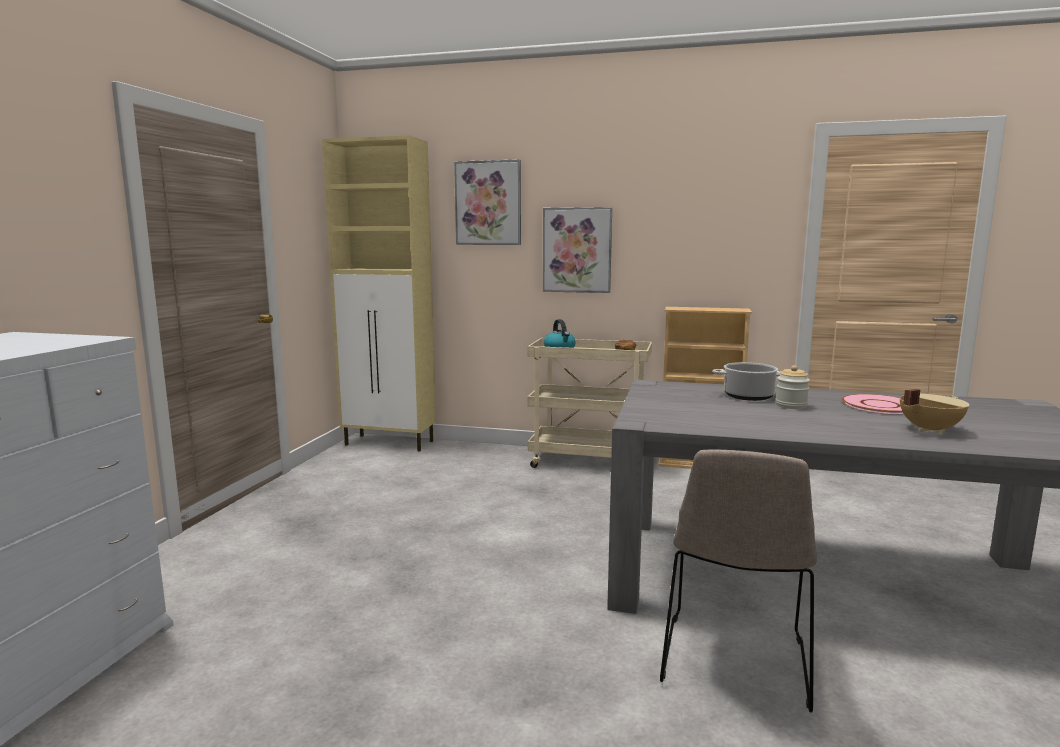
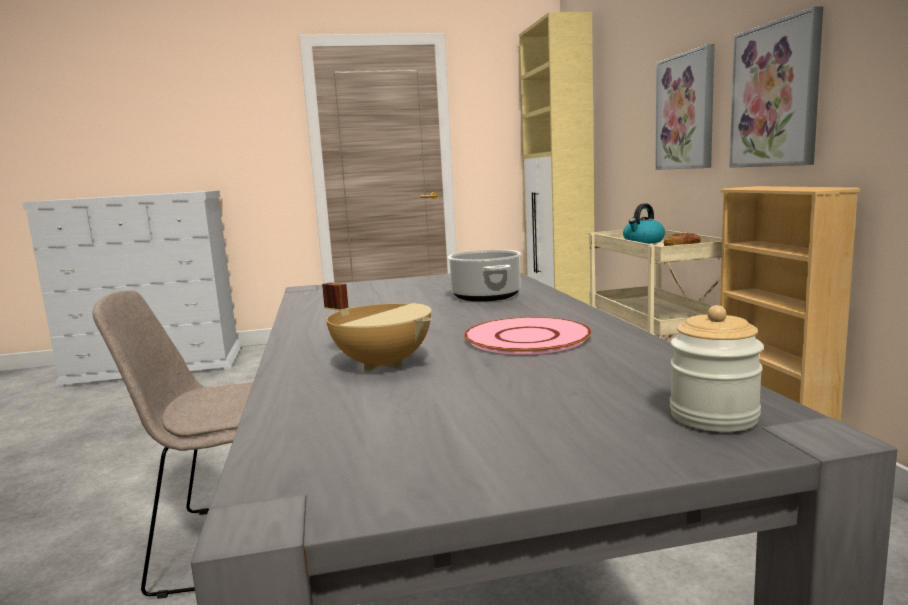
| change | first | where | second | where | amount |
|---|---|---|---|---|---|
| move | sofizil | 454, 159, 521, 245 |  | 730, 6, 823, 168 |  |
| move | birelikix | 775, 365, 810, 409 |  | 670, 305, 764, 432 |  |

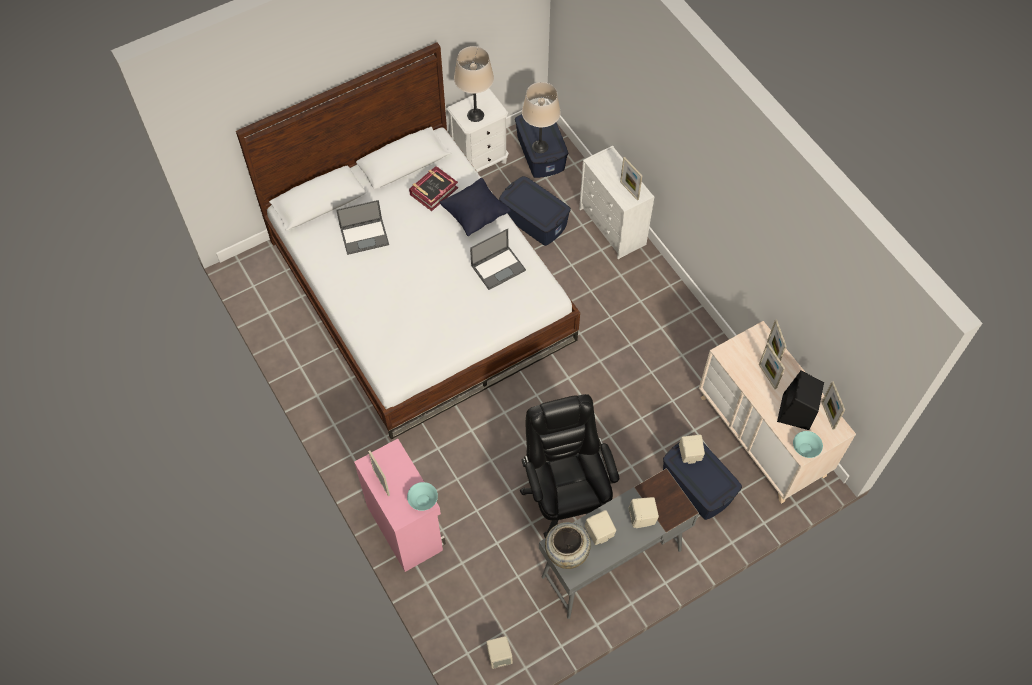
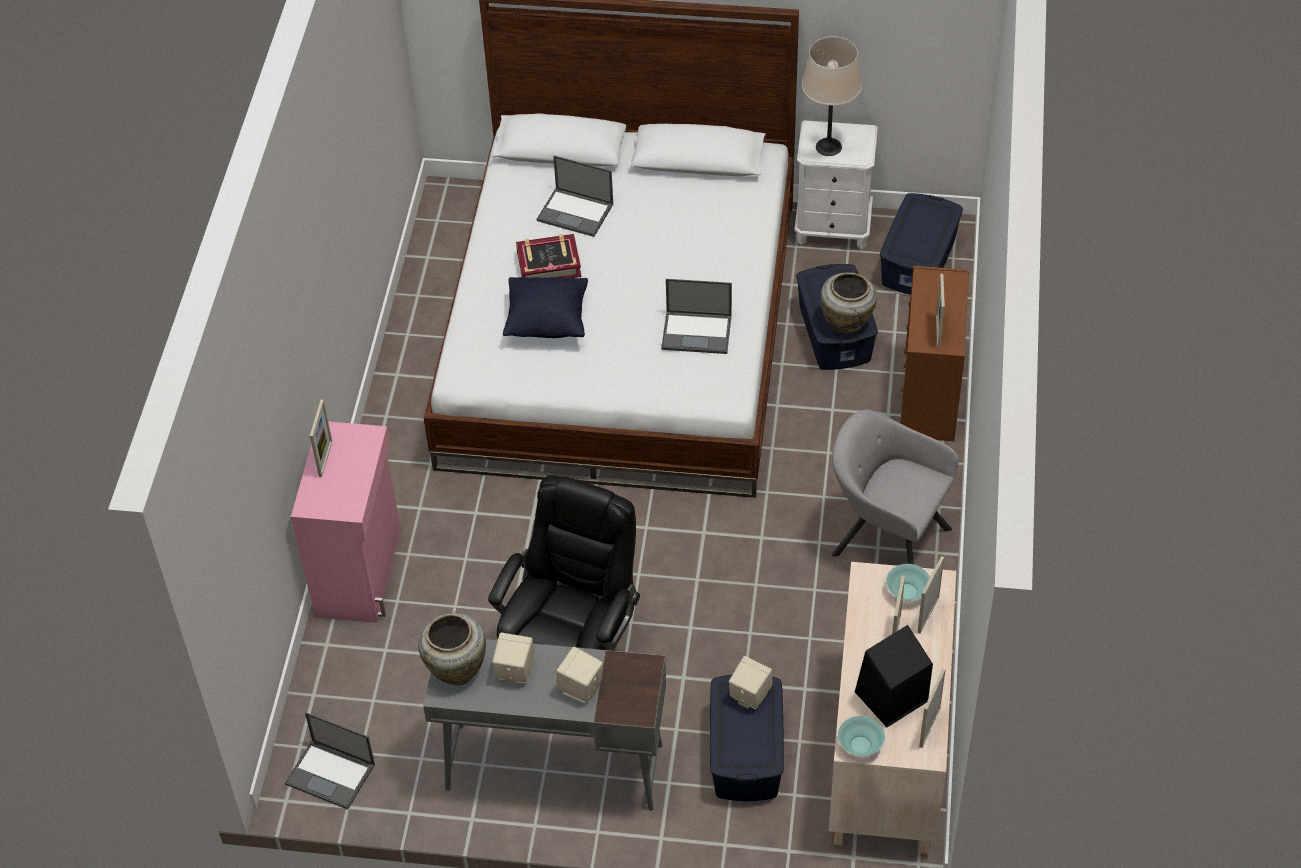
| change | first | where | second | where | amount |
|---|---|---|---|---|---|
| delete | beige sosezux | 522, 82, 561, 153 |  |  |  |
| recolor | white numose | 579, 146, 655, 259 | brown numose | 900, 266, 969, 441 |  |
| move | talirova | 409, 166, 458, 211 |  | 516, 234, 581, 278 |  |
| move | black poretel | 440, 178, 511, 236 |  | 503, 277, 588, 338 |  |
| move | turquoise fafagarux | 407, 482, 438, 511 |  | 886, 564, 930, 600 |  |
| replace | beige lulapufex | 486, 636, 513, 669 | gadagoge | 285, 712, 375, 809 |  |
| insert |  |  | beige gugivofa | 820, 272, 877, 333 |  |
| insert |  |  | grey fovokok | 831, 410, 959, 564 |  |

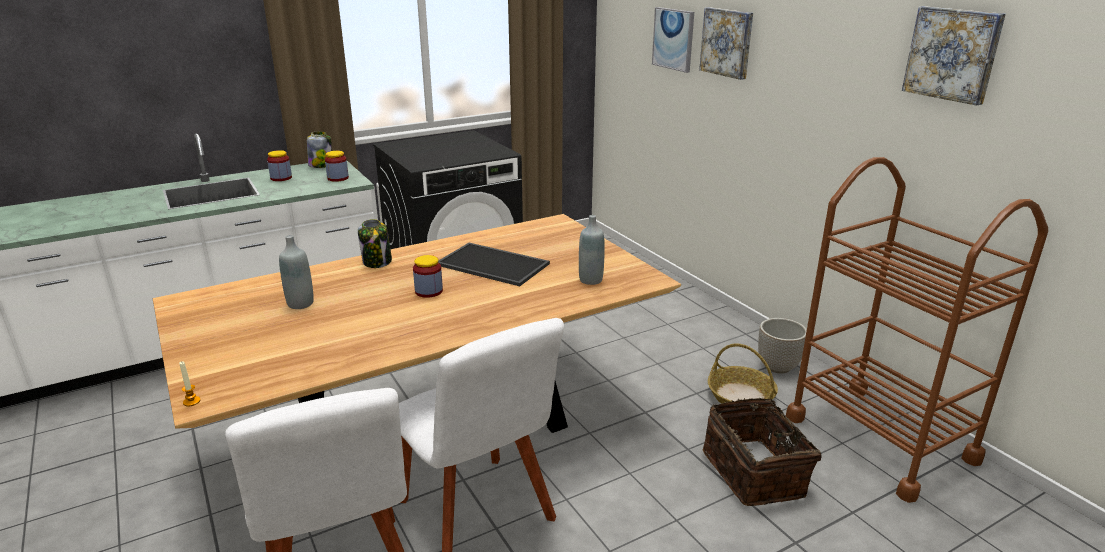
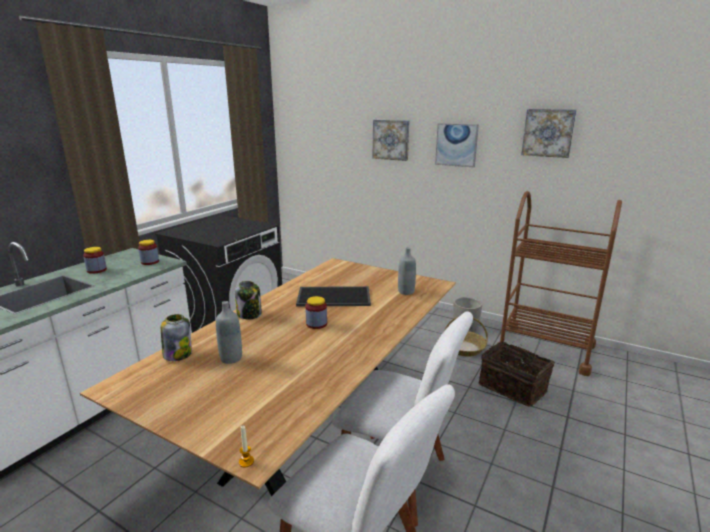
| change | first | where | second | where | amount |
|---|---|---|---|---|---|
| move | sofizil | 652, 7, 694, 73 |  | 435, 123, 479, 167 |  |
| move | birelikix | 307, 132, 332, 168 |  | 161, 314, 192, 361 |  |

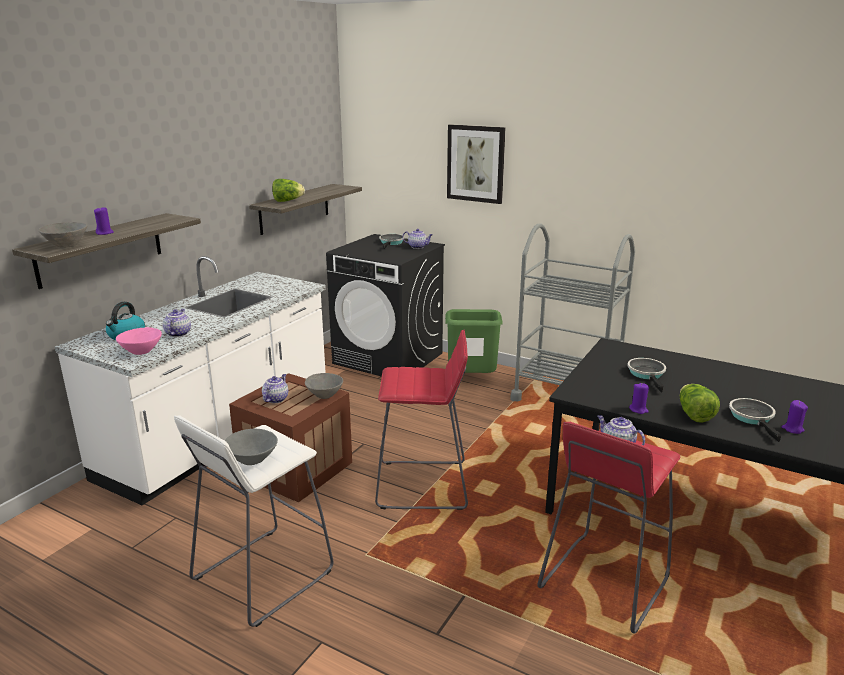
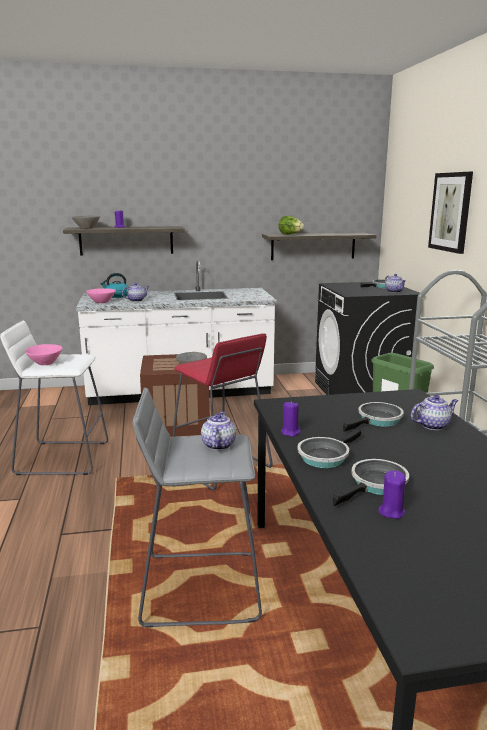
| change | first | where | second | where | amount |
|---|---|---|---|---|---|
| move | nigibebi | 262, 374, 288, 403 |  | 411, 395, 458, 430 |  |
| replace | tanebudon | 680, 384, 720, 423 | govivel | 297, 428, 362, 468 |  |
| recolor | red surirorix | 537, 422, 680, 634 | grey surirorix | 133, 387, 262, 628 |  |
| recolor | grey fafagarux | 225, 429, 278, 465 | pink fafagarux | 25, 344, 62, 365 |  |

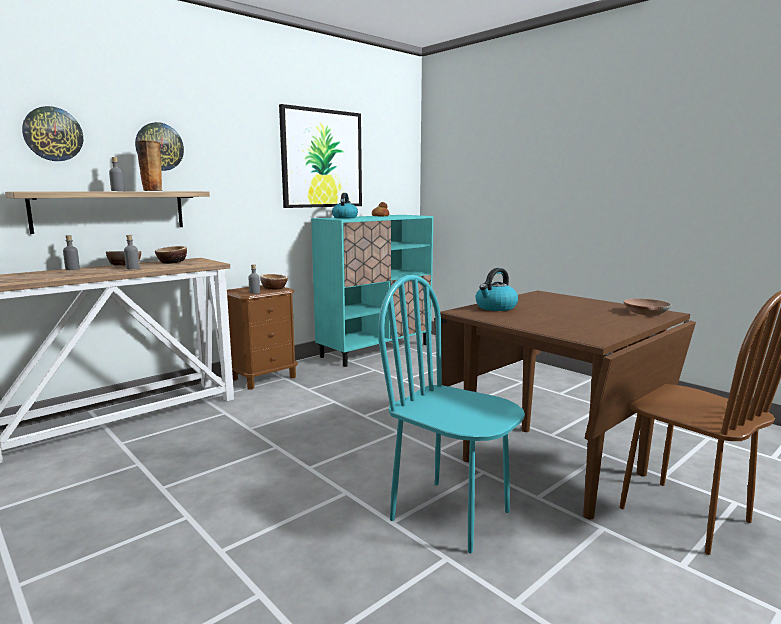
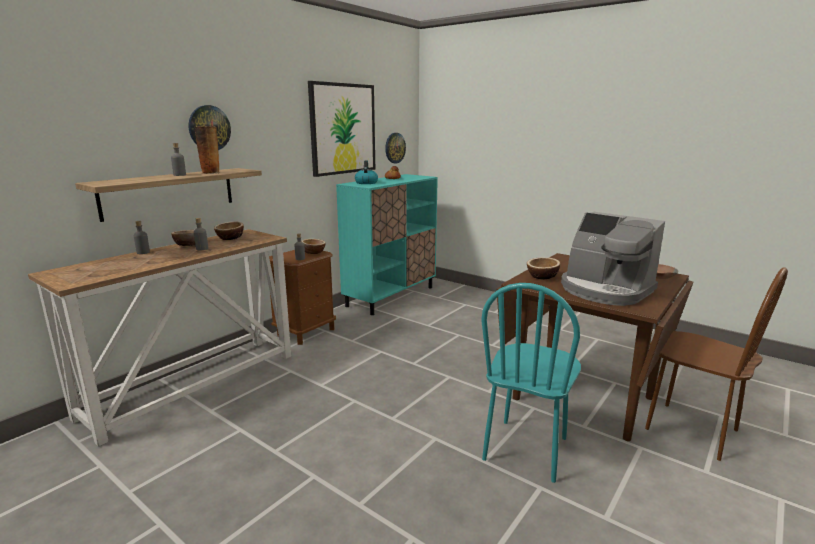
| change | first | where | second | where | amount |
|---|---|---|---|---|---|
| move | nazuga | 22, 106, 83, 161 |  | 385, 133, 406, 164 |  |
| replace | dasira | 476, 268, 518, 311 | fafagarux | 527, 257, 560, 279 |  |
| rotate | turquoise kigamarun | 378, 275, 525, 553 |  | 481, 283, 581, 483 | 90 degrees counterclockwise |
| insert |  |  | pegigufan | 561, 212, 665, 306 |  |

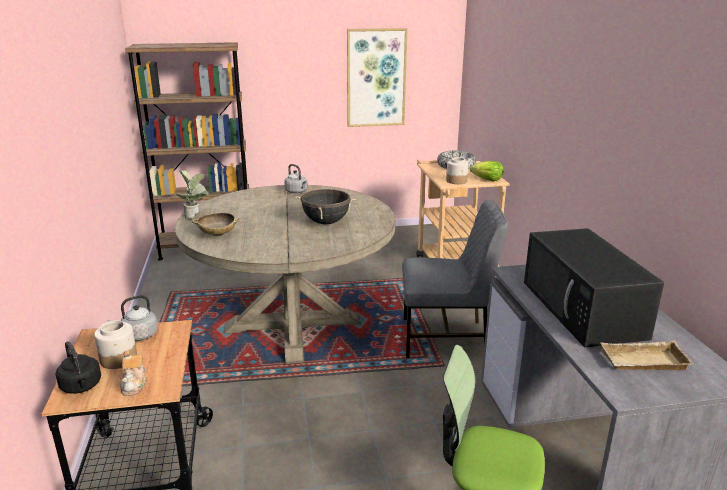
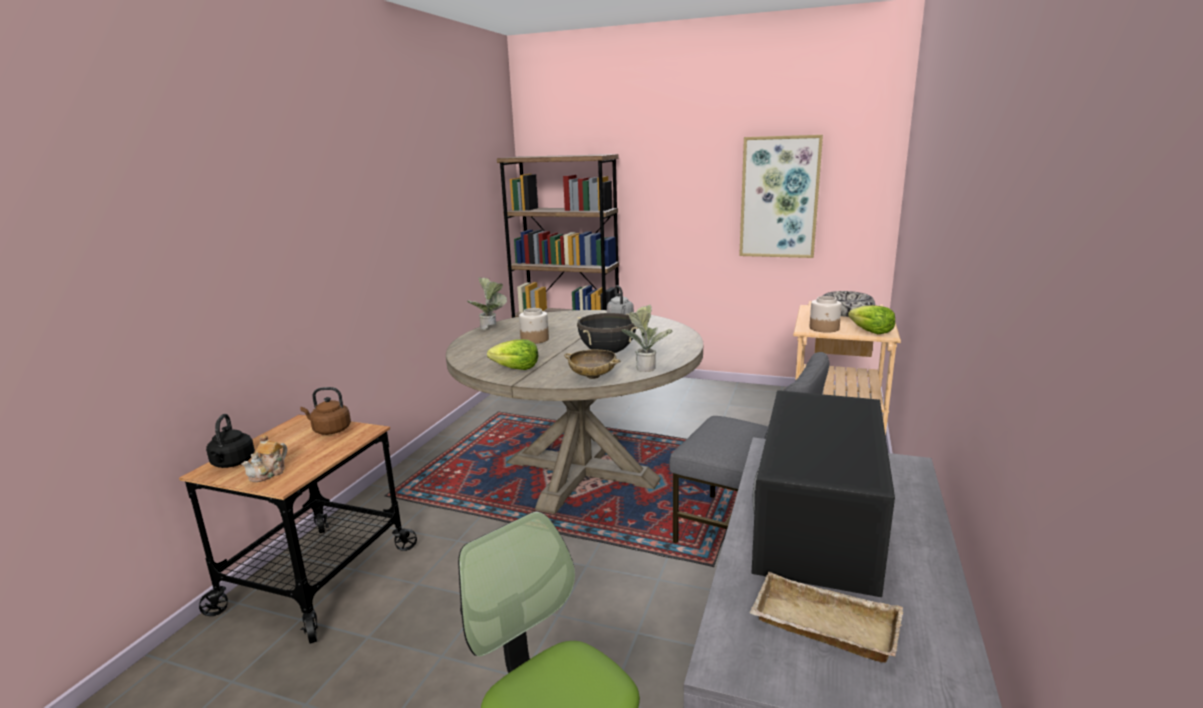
| change | first | where | second | where | amount |
|---|---|---|---|---|---|
| move | beige fafagarux | 192, 213, 240, 236 |  | 564, 350, 620, 379 |  |
| recolor | grey dasira | 107, 295, 158, 341 | brown dasira | 300, 387, 351, 435 |  |
| move | birelikix | 94, 320, 137, 369 |  | 519, 308, 549, 344 |  |
| insert |  |  | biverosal | 621, 305, 673, 372 |  |
| insert |  |  | tanebudon | 487, 339, 538, 370 |  |

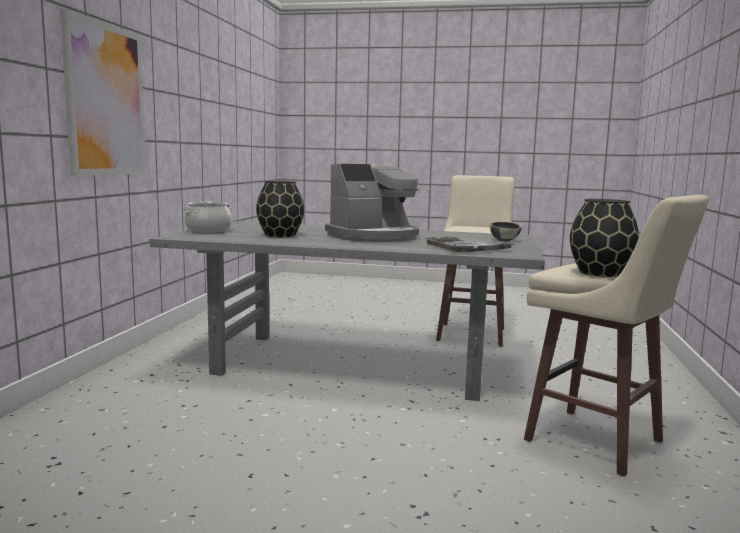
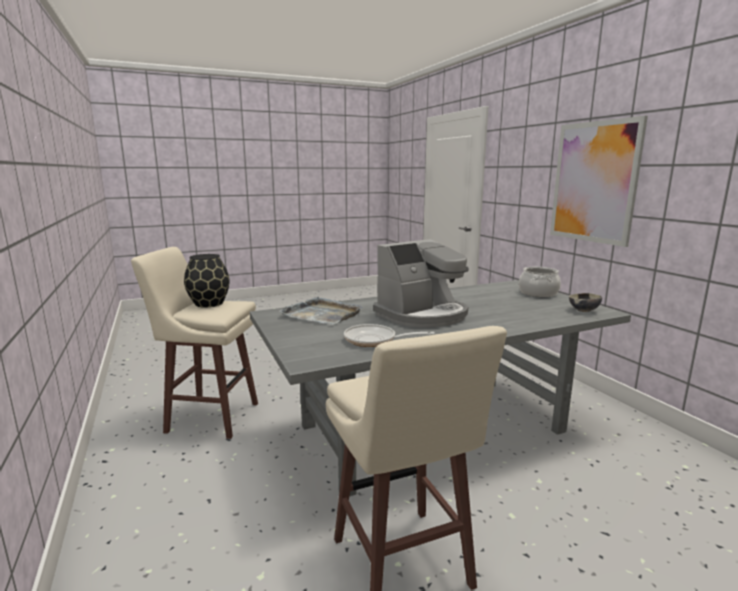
| change | first | where | second | where | amount |
|---|---|---|---|---|---|
| rotate | pegigufan | 325, 164, 419, 242 |  | 373, 239, 469, 328 | 150 degrees counterclockwise |
| delete | black gugivofa | 256, 181, 304, 237 |  |  |  |
| move | fafagarux | 490, 222, 522, 242 |  | 569, 293, 602, 312 |  |
| insert |  |  | govivel | 344, 324, 435, 347 |  |

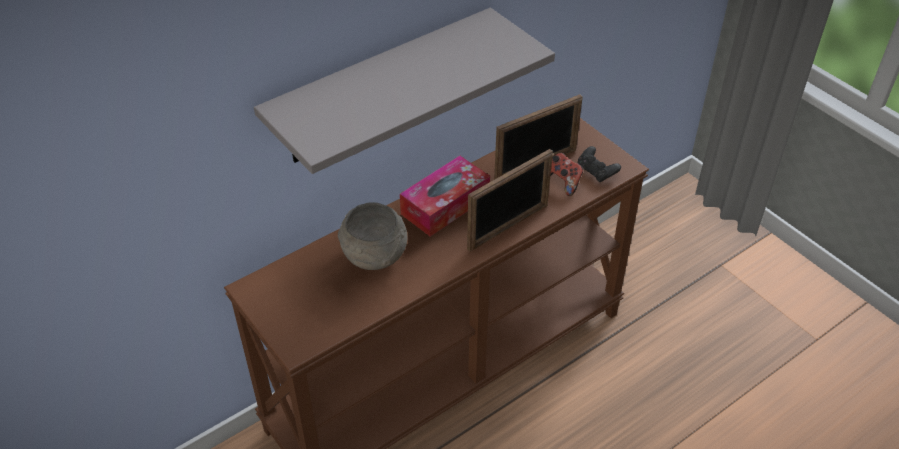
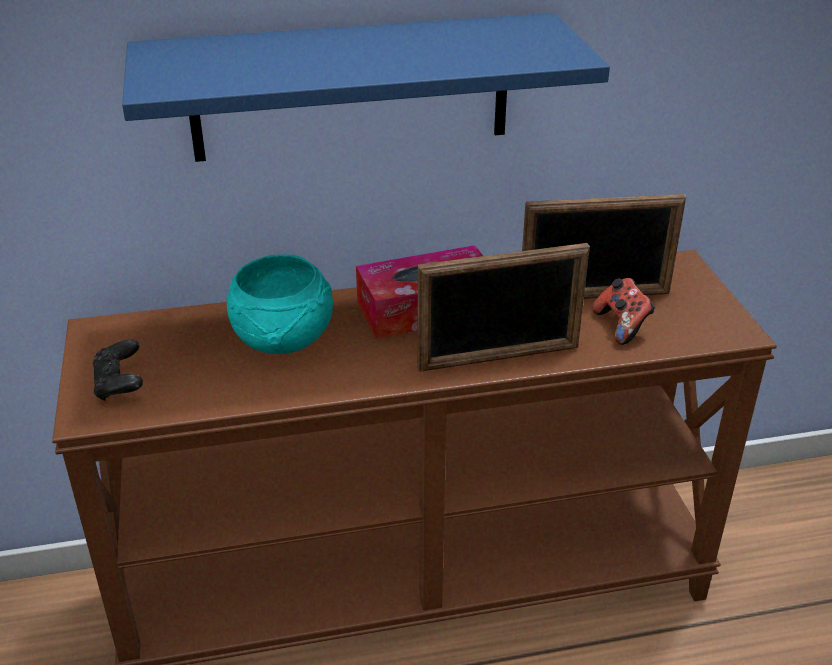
| change | first | where | second | where | amount |
|---|---|---|---|---|---|
| recolor | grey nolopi | 254, 8, 555, 174 | blue nolopi | 122, 13, 610, 162 |  |
| move | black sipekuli | 578, 146, 621, 183 |  | 93, 339, 143, 401 |  |
| recolor | grey fafagarux | 338, 202, 407, 270 | turquoise fafagarux | 226, 254, 333, 354 |  |

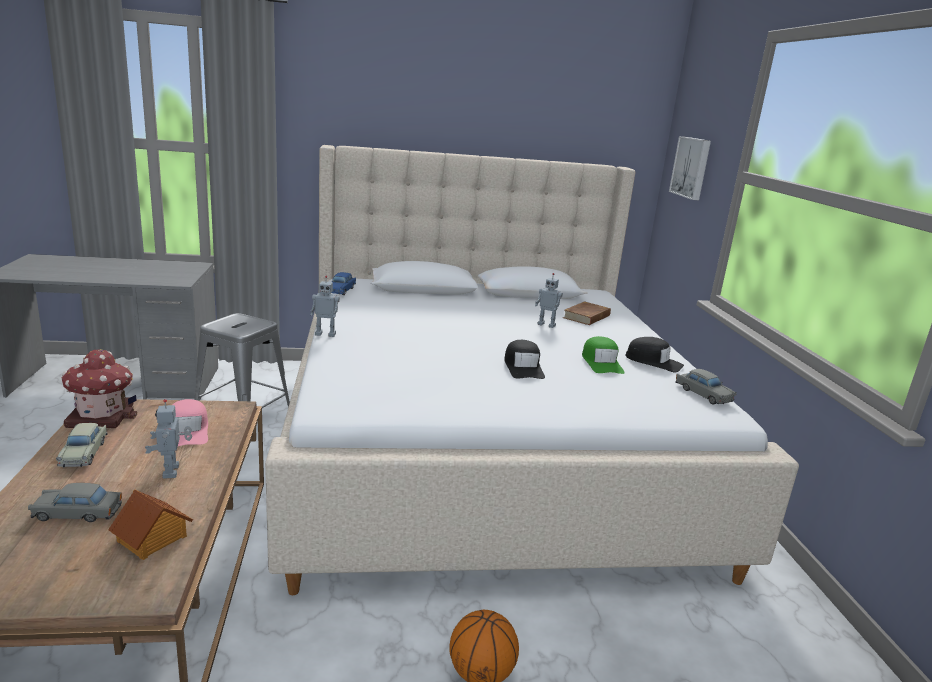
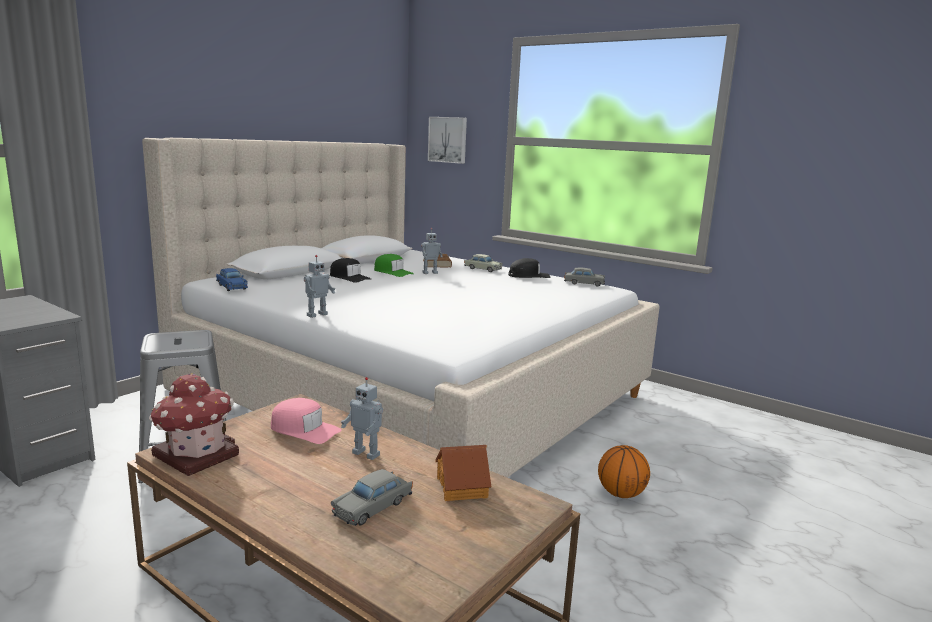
| change | first | where | second | where | amount |
|---|---|---|---|---|---|
| move | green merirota | 582, 336, 625, 374 |  | 374, 254, 414, 277 |  |
| move | black merirota | 504, 340, 545, 379 |  | 330, 258, 371, 283 |  |
| move | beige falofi | 56, 423, 108, 467 |  | 464, 254, 503, 272 |  |

